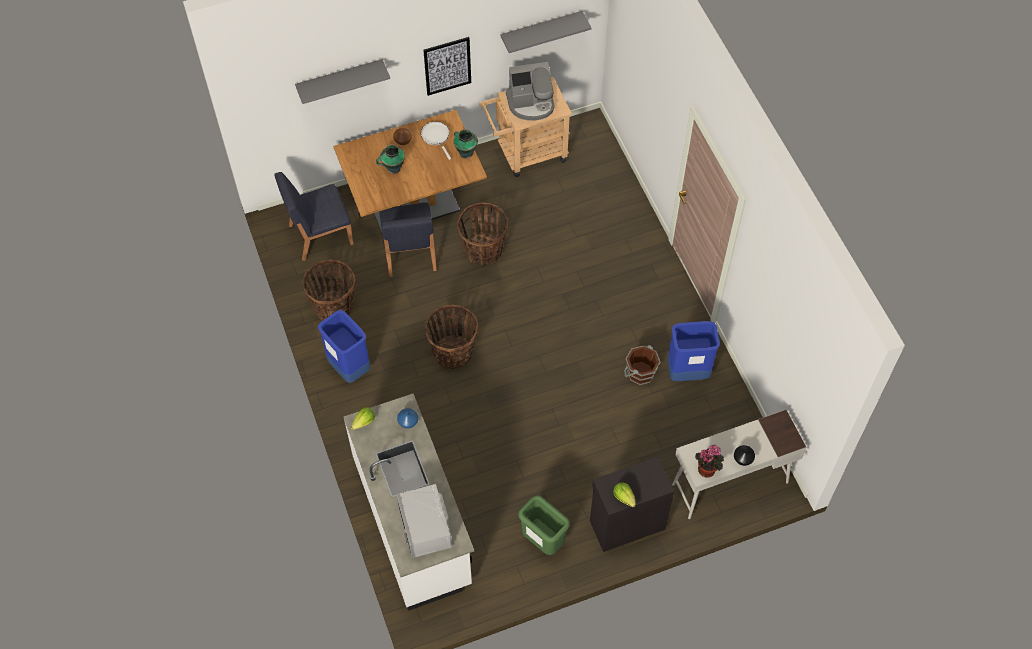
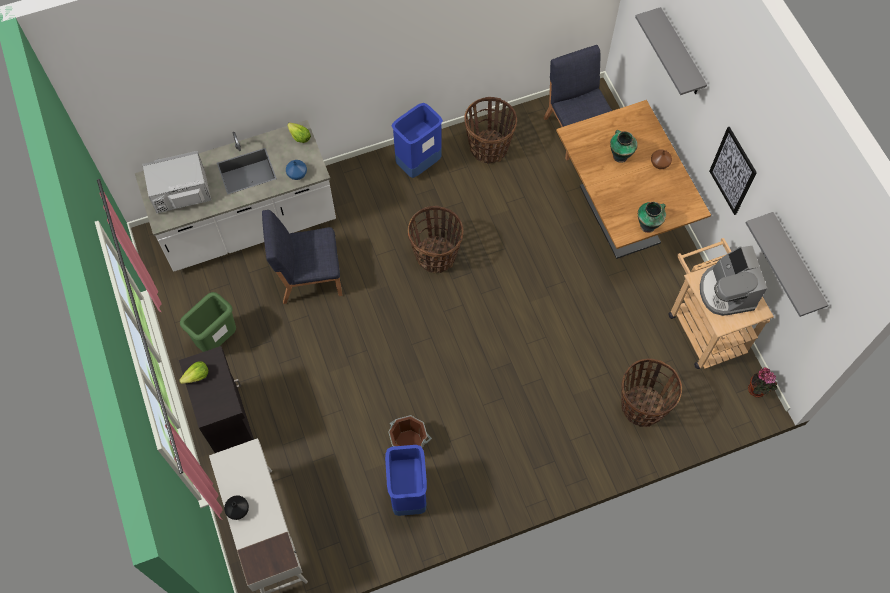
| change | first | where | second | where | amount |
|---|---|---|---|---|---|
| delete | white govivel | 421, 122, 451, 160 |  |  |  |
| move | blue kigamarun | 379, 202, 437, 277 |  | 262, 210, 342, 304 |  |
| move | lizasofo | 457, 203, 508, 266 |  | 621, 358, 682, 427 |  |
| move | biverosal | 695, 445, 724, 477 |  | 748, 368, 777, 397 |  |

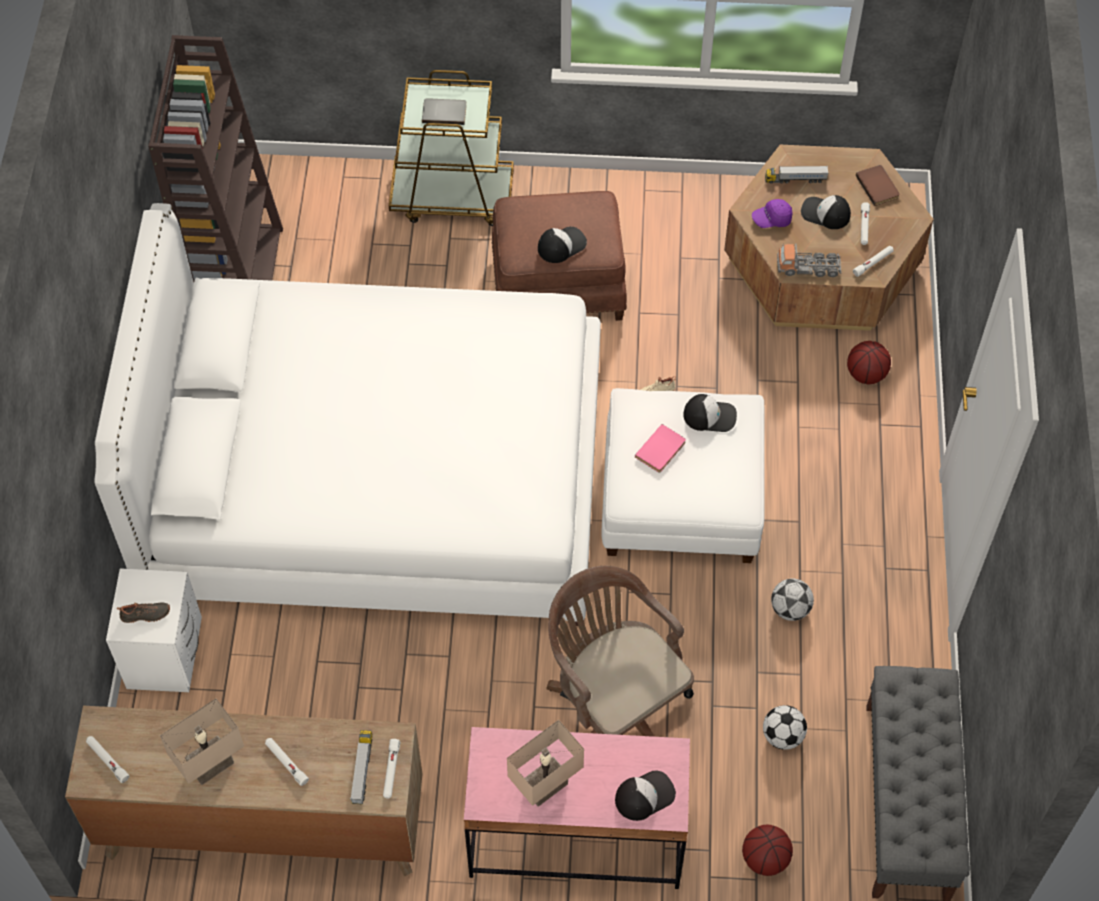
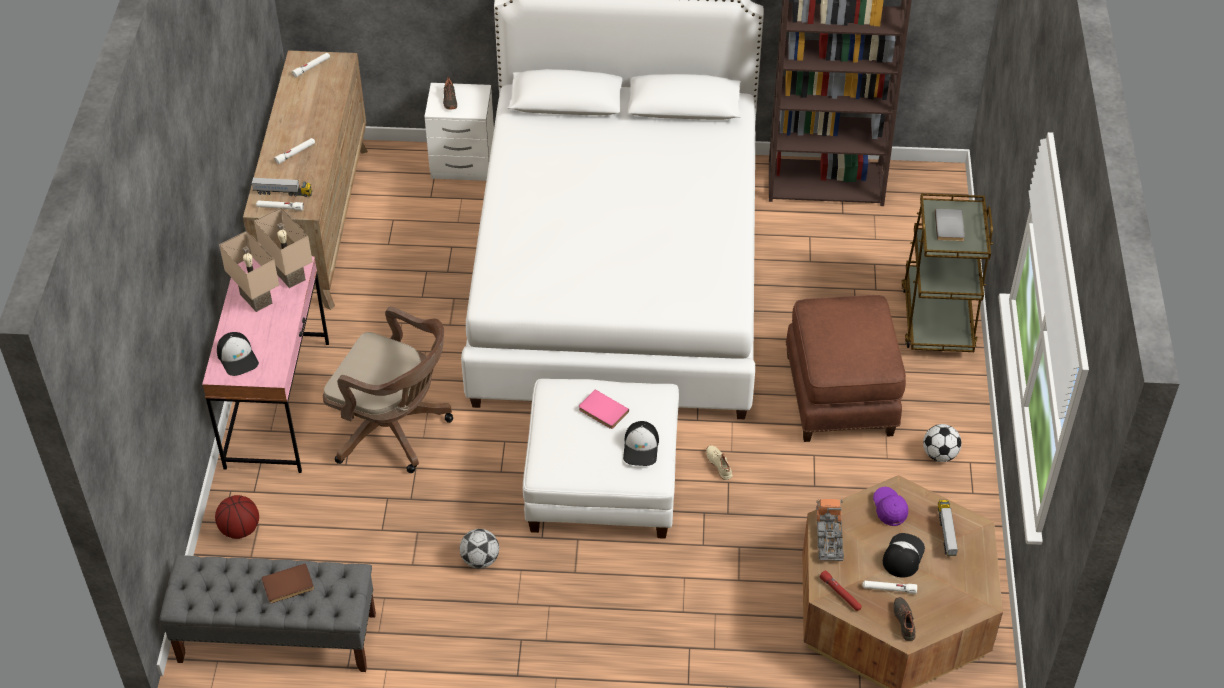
| change | first | where | second | where | amount |
|---|---|---|---|---|---|
| move | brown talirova | 856, 165, 900, 206 |  | 261, 563, 314, 603 |  |
| delete | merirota | 538, 227, 587, 263 |  |  |  |
| recolor | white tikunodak | 853, 246, 894, 277 | red tikunodak | 820, 571, 861, 611 |  |
| delete | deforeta | 847, 341, 891, 384 |  |  |  |
| rotate | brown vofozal | 547, 566, 694, 737 |  | 323, 307, 453, 473 | 60 degrees clockwise |
| move | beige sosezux | 160, 698, 244, 785 |  | 254, 208, 313, 288 |  |
| move | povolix | 763, 705, 807, 750 |  | 923, 424, 962, 462 |  |
| insert |  |  | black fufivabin | 893, 597, 916, 641 |  |

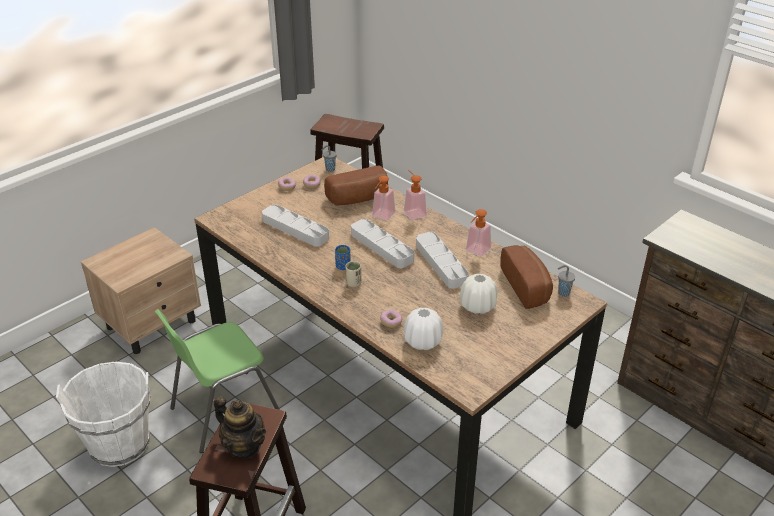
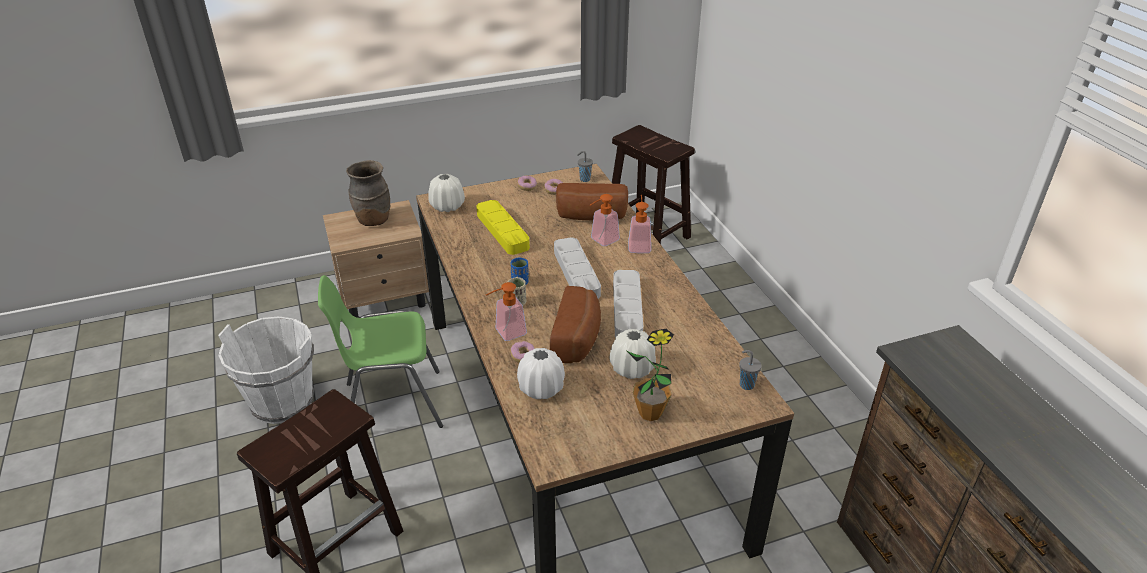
| change | first | where | second | where | amount |
|---|---|---|---|---|---|
| recolor | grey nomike | 262, 205, 329, 246 | yellow nomike | 476, 200, 530, 255 |  |
| move | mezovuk | 466, 209, 491, 256 |  | 486, 282, 527, 341 |  |
| move | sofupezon | 500, 245, 553, 309 |  | 550, 286, 601, 363 |  |
| delete | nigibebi | 214, 396, 266, 458 |  |  |  |
| insert |  |  | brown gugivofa | 346, 160, 390, 226 |  |
| insert |  |  | white gugivofa | 428, 174, 465, 212 |  |
| insert |  |  | biverosal | 627, 329, 674, 421 |  |

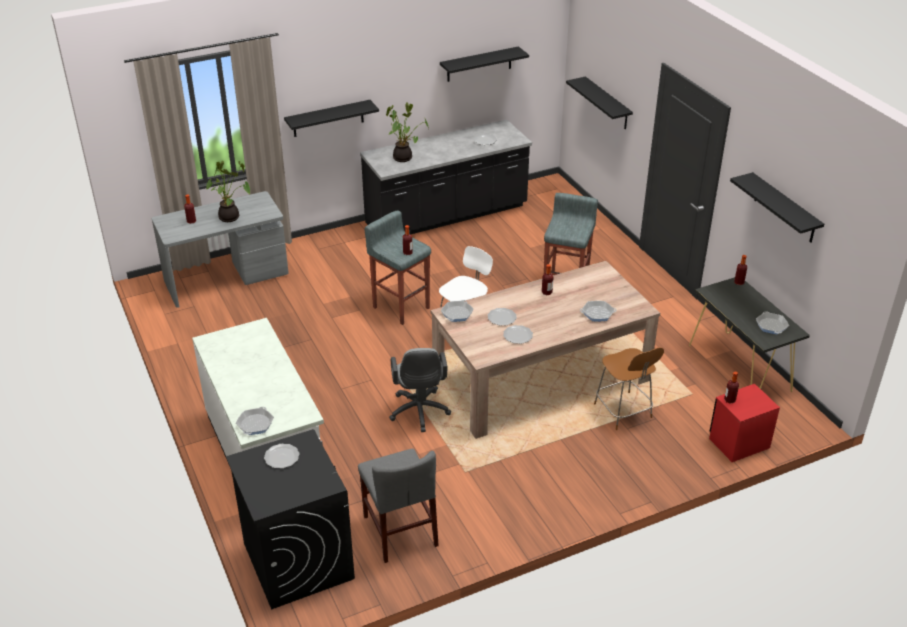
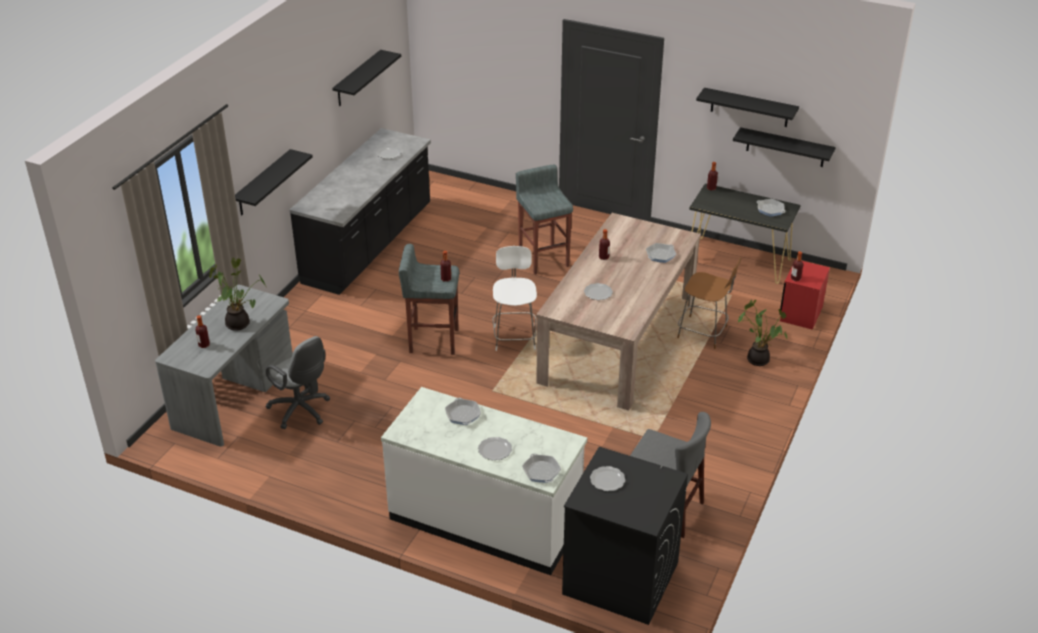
| change | first | where | second | where | amount |
|---|---|---|---|---|---|
| move | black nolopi | 566, 77, 633, 129 |  | 733, 127, 836, 167 |  |
| move | biverosal | 386, 102, 429, 162 |  | 738, 300, 787, 366 |  |
| move | govivel | 441, 300, 473, 322 |  | 445, 398, 481, 425 |  |
| move | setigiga | 503, 325, 533, 344 |  | 478, 437, 512, 460 |  |
| move | grey vofozal | 389, 348, 451, 432 |  | 266, 336, 330, 429 |  |

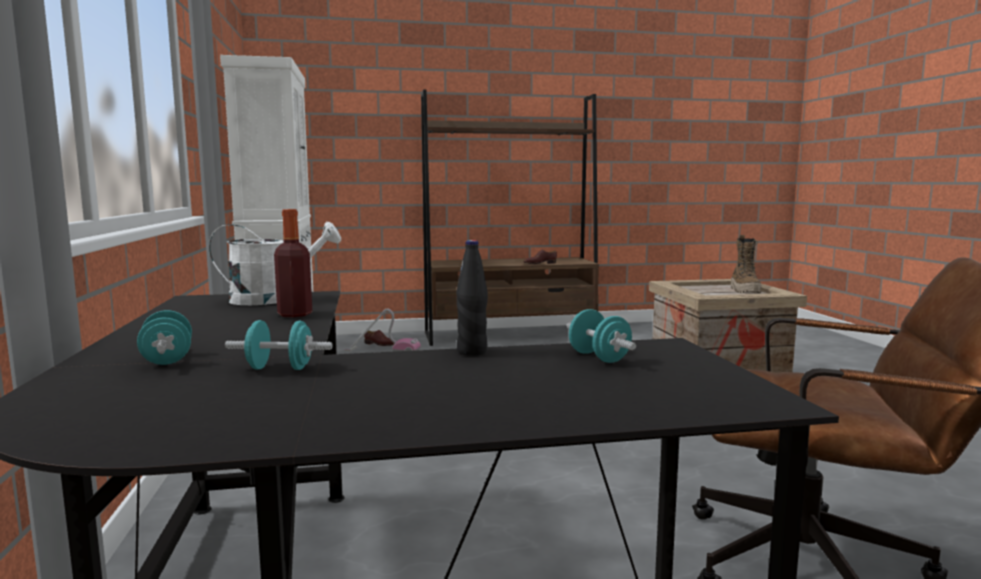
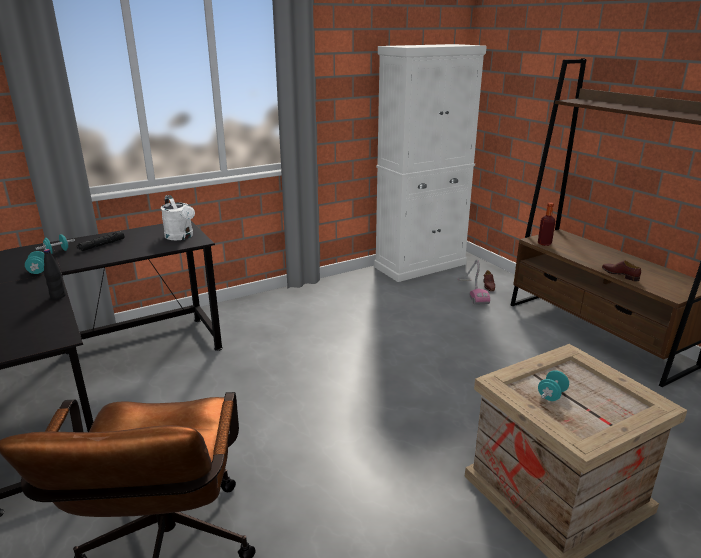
| change | first | where | second | where | amount |
|---|---|---|---|---|---|
| move | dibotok | 274, 209, 312, 318 |  | 538, 203, 555, 246 |  |
| delete | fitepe | 731, 235, 762, 293 |  |  |  |
| move | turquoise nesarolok | 567, 309, 636, 363 |  | 538, 370, 569, 401 |  |
| insert |  |  | black tikunodak | 77, 231, 124, 251 |  |

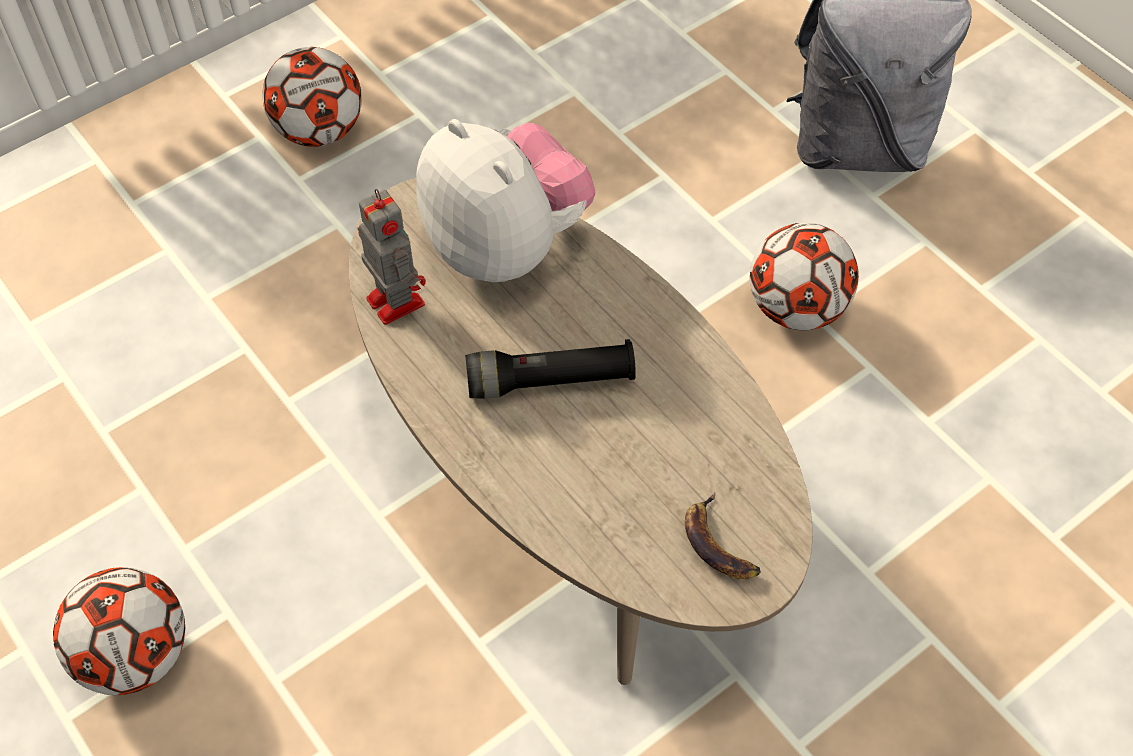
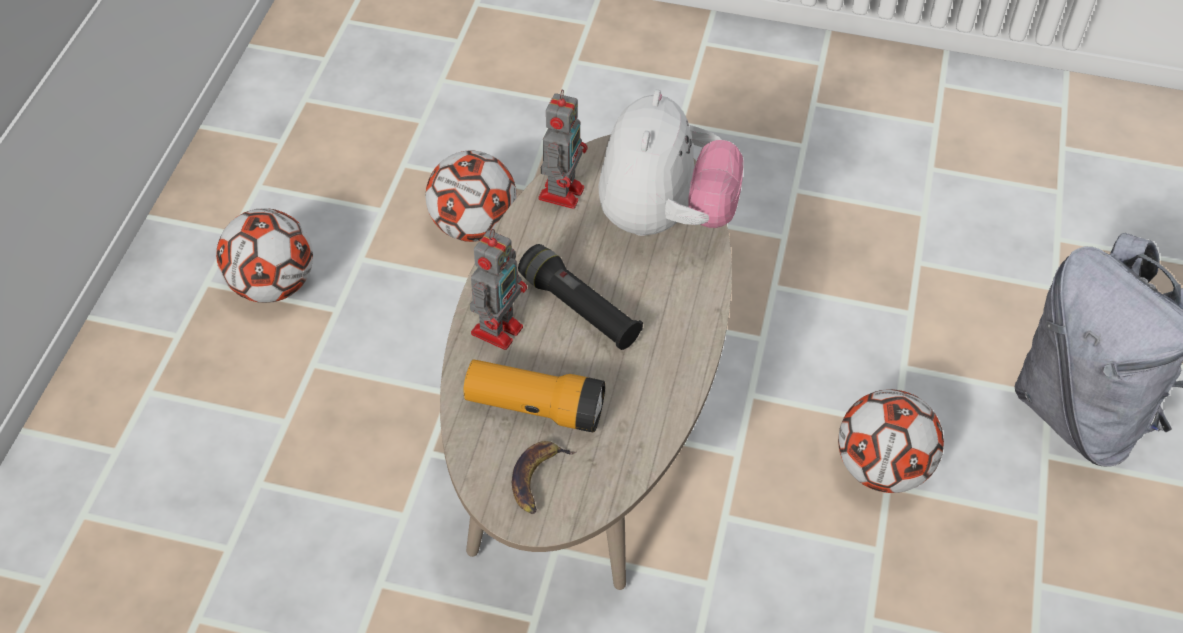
| change | first | where | second | where | amount |
|---|---|---|---|---|---|
| move | povolix | 262, 47, 362, 147 |  | 426, 150, 517, 242 |  |
| insert |  |  | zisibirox | 470, 229, 527, 350 |  |
| insert |  |  | tikunodak | 464, 360, 605, 432 |  |

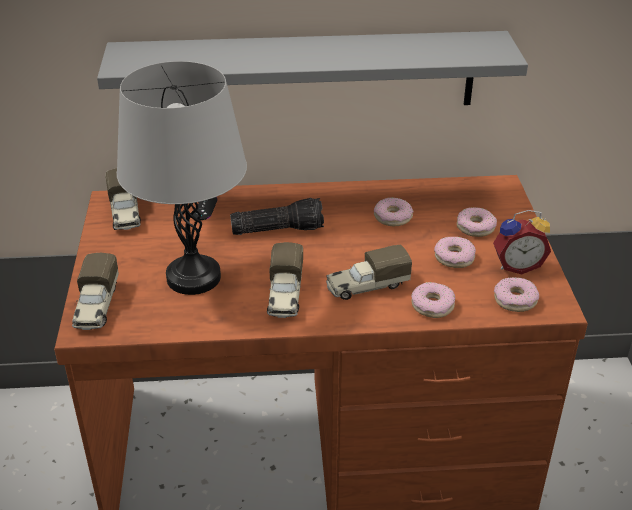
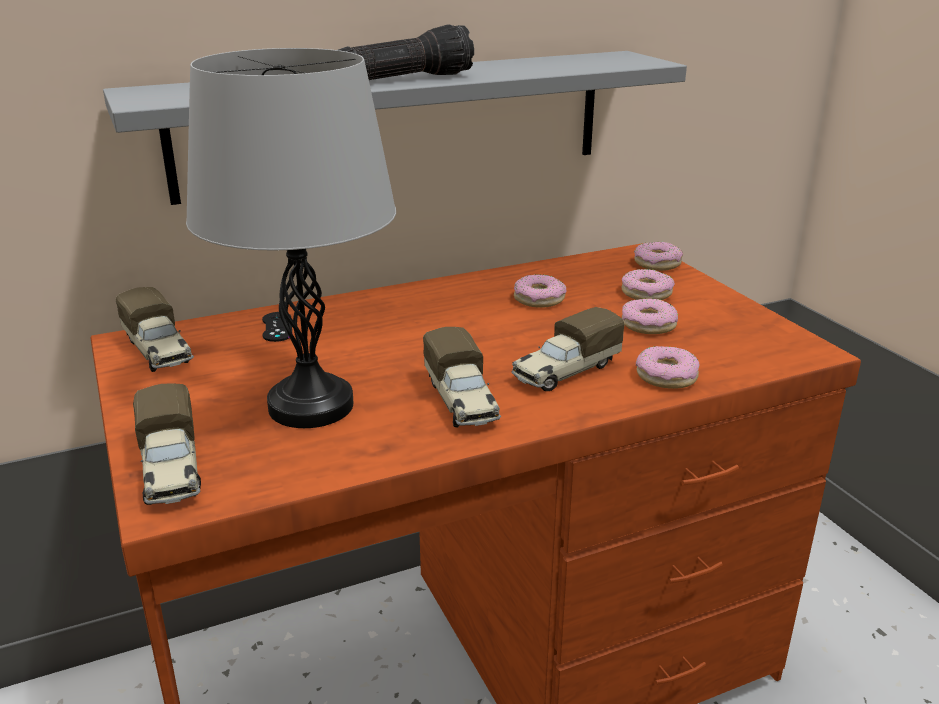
| change | first | where | second | where | amount |
|---|---|---|---|---|---|
| move | tikunodak | 230, 198, 324, 235 |  | 338, 24, 474, 80 |  |
| delete | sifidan | 493, 210, 551, 275 |  |  |  |
| move | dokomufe | 494, 277, 539, 312 |  | 634, 242, 683, 271 |  |

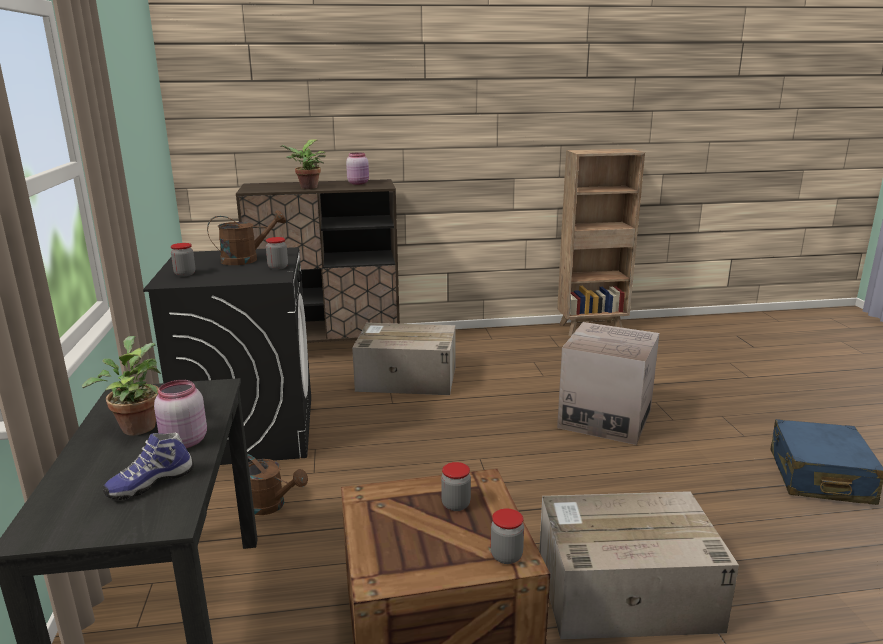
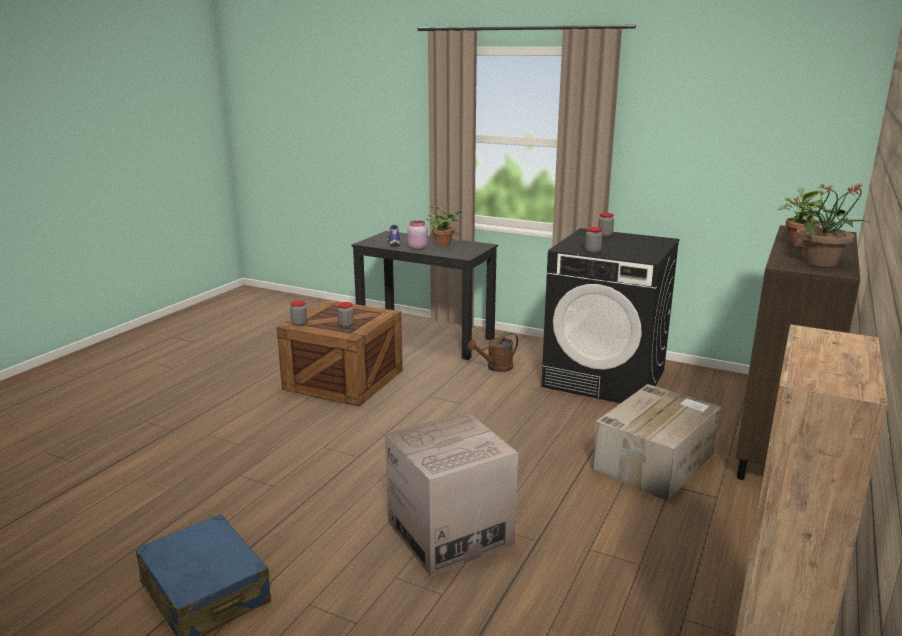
| change | first | where | second | where | amount |
|---|---|---|---|---|---|
| replace | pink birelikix | 346, 153, 369, 185 | biverosal | 792, 183, 871, 266 |  |
| delete | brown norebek | 207, 210, 286, 265 |  |  |  |
| delete | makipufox | 539, 491, 739, 640 |  |  |  |

